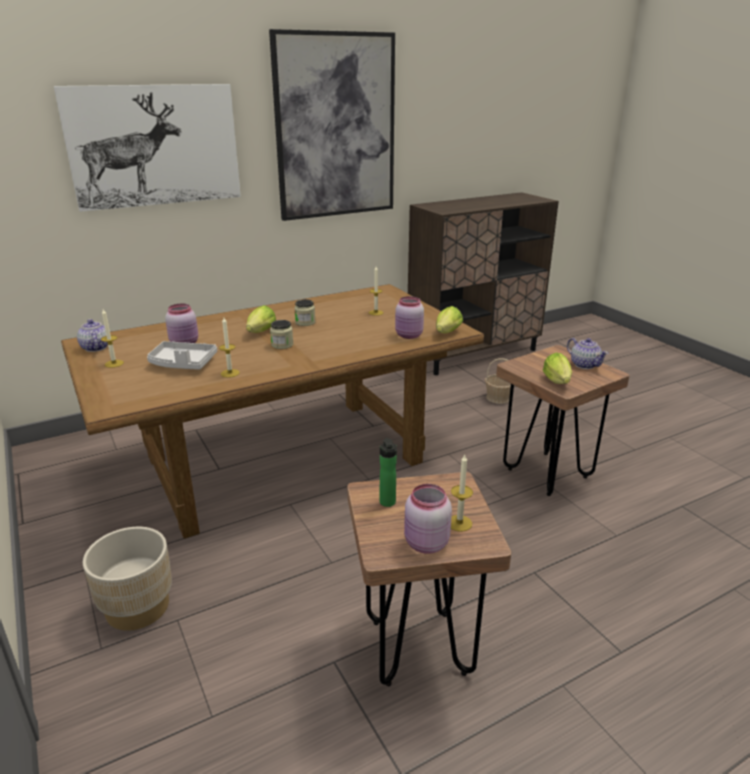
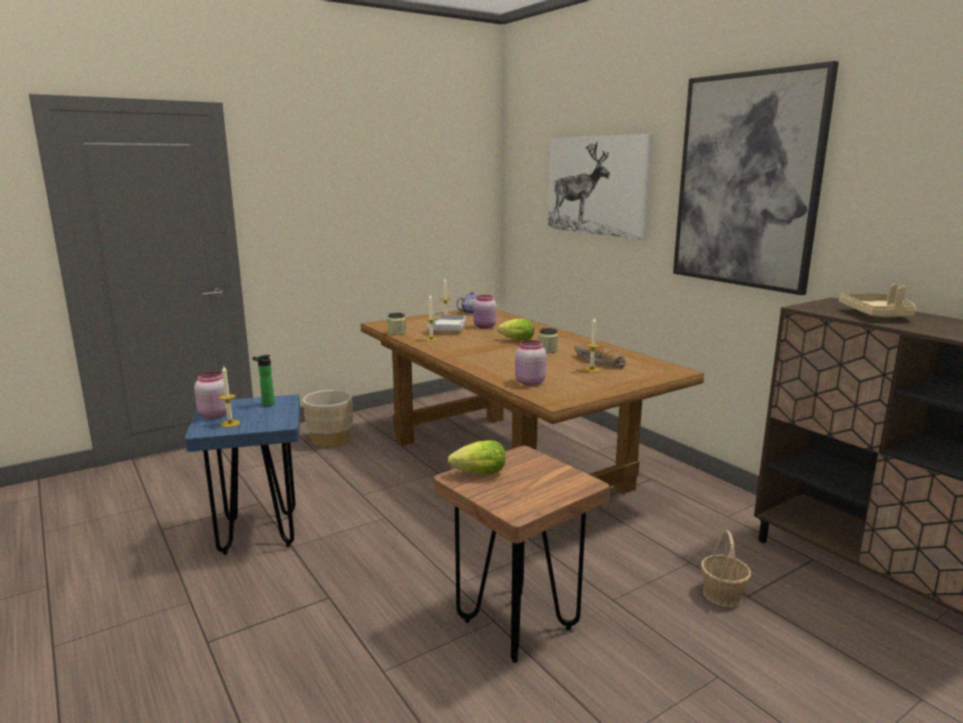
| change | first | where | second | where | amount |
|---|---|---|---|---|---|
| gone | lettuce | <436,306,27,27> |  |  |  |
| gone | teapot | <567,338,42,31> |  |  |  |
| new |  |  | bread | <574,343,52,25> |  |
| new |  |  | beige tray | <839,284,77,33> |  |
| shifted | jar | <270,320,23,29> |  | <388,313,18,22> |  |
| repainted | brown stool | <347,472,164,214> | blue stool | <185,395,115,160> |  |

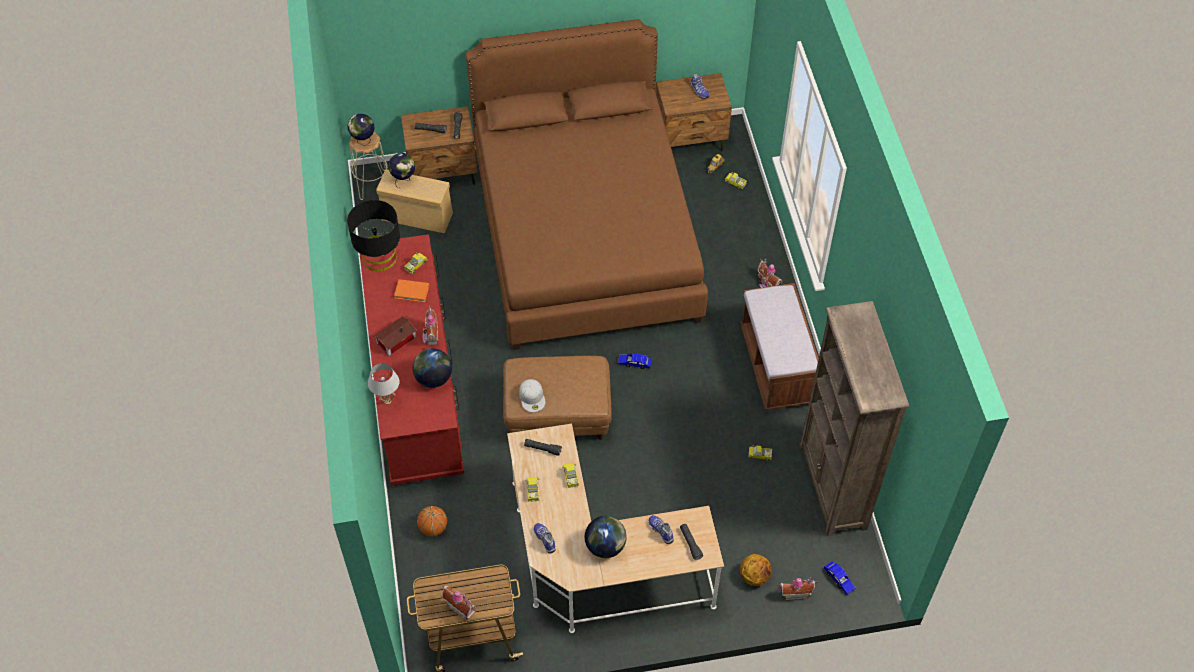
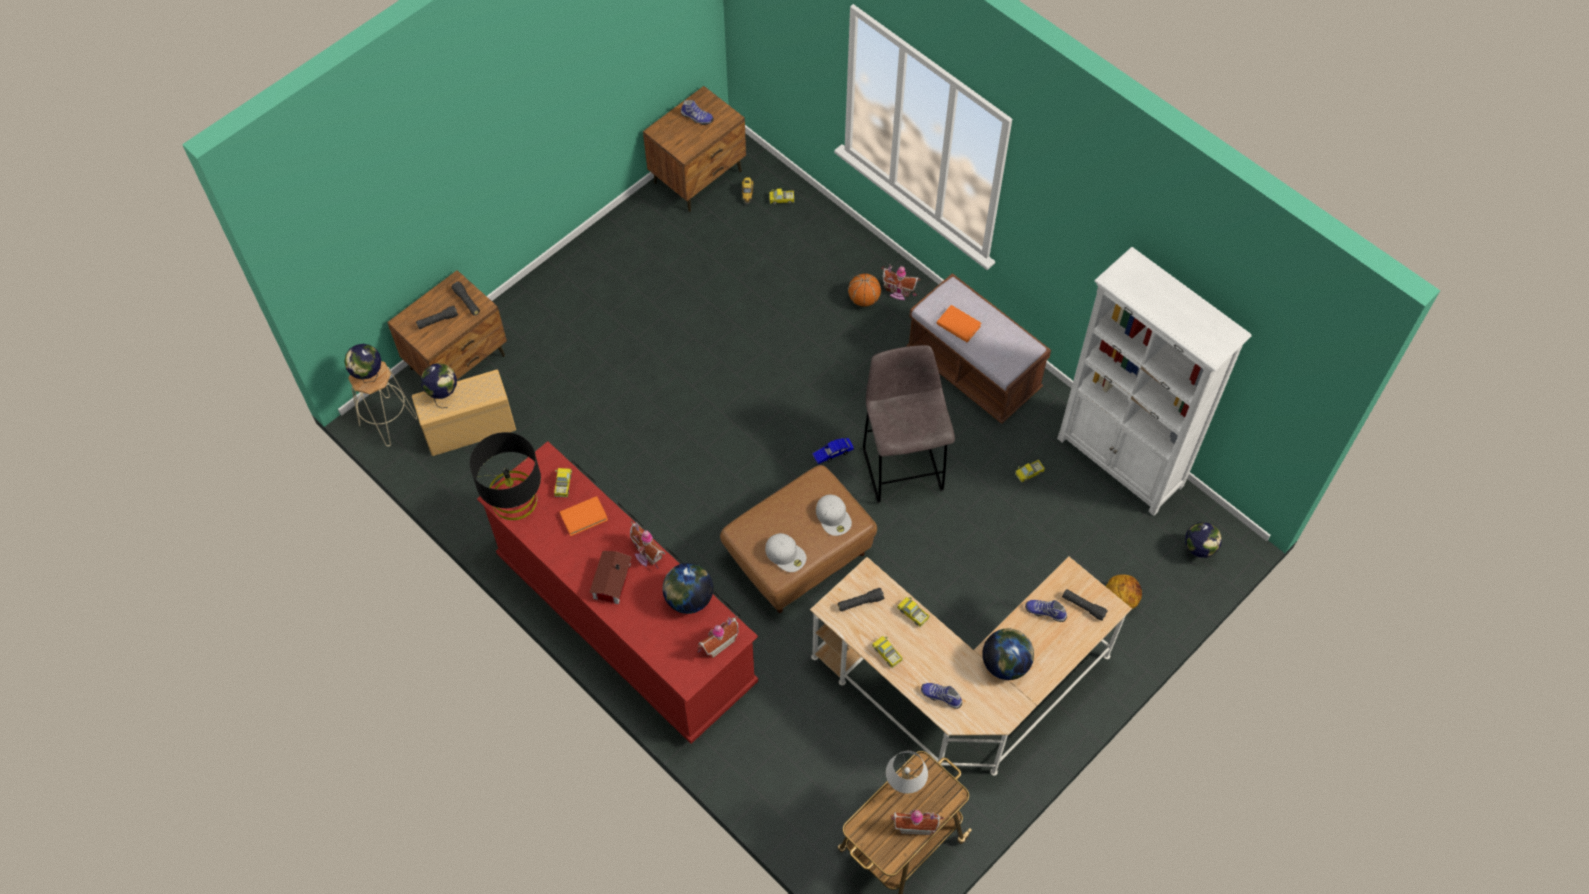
| change | first | where | second | where | amount |
|---|---|---|---|---|---|
| gone | brown bed | <466,19,242,331> |  |  |  |
| new |  |  | white cap | <816,495,36,41> |  |
| new |  |  | grey stool | <863,345,92,158> |  |
| new |  |  | orange book | <937,305,44,37> |  |
| shifted | white table lamp | <368,363,32,42> |  | <886,751,42,43> |  |
| shifted | basketball | <417,506,31,30> |  | <848,273,33,34> |  |
| shifted | toy house | <777,578,40,22> |  | <697,616,42,42> |  |
| swapped | blue toy car | <824,561,31,34> | globe | <1185,522,37,44> |  |
| repainted | brown bookcase | <800,301,109,235> | white bookcase | <1057,247,194,269> |  |

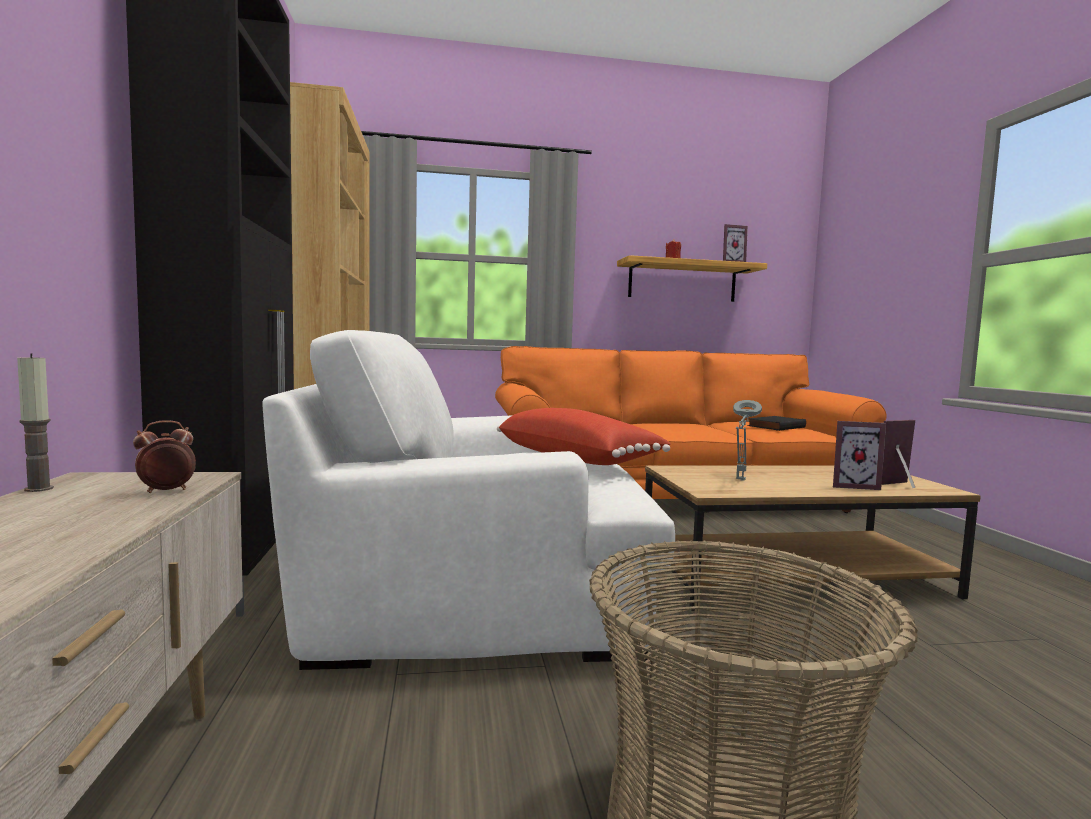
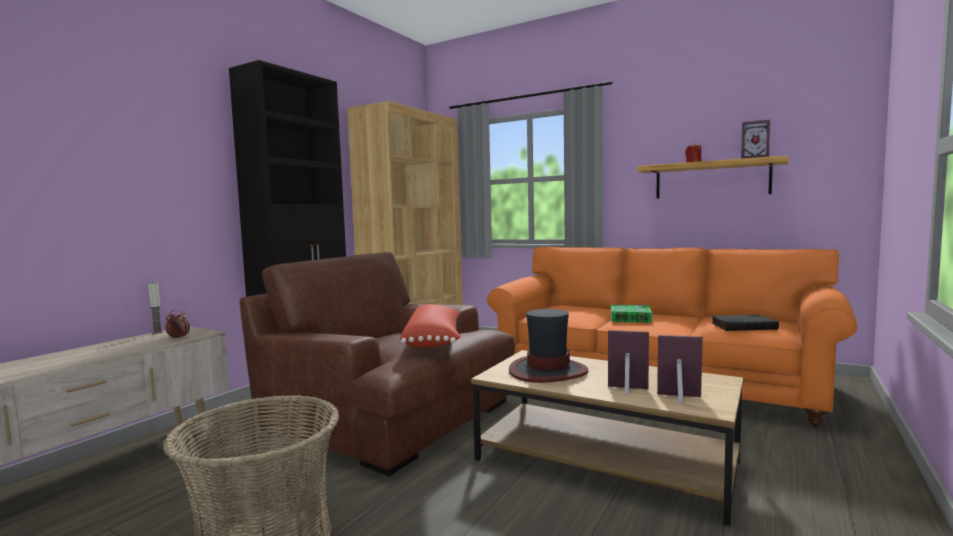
| change | first | where | second | where | amount |
|---|---|---|---|---|---|
| new |  |  | book | <611,305,41,18> |  |
| swapped | grey table lamp | <733,400,29,81> | hat | <509,309,79,74> |  |
| repainted | white armchair | <262,330,413,340> | brown armchair | <239,252,276,224> |  |
| rotated | picture frame | <833,421,53,69> |  | <608,330,41,64> | 150 degrees clockwise |

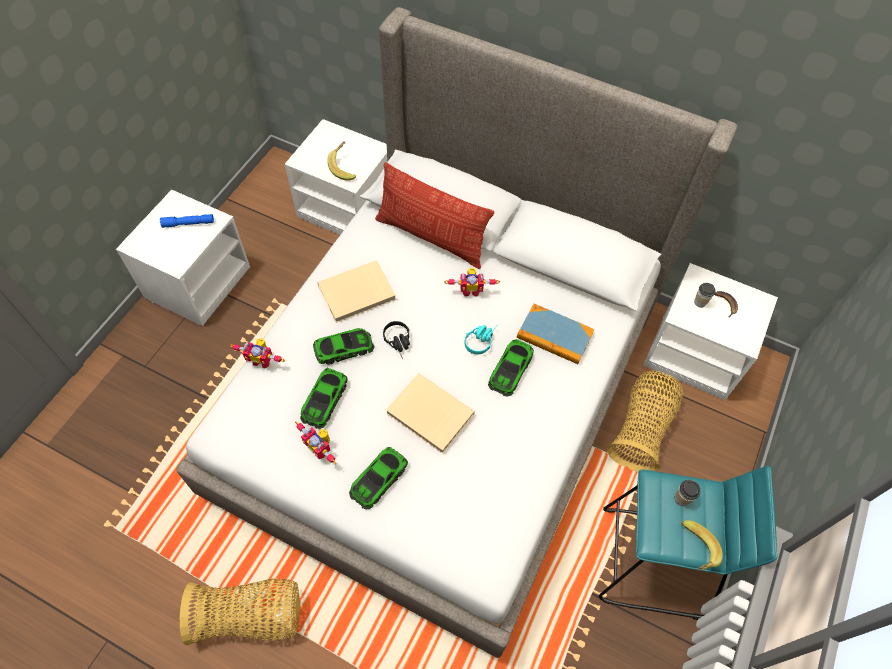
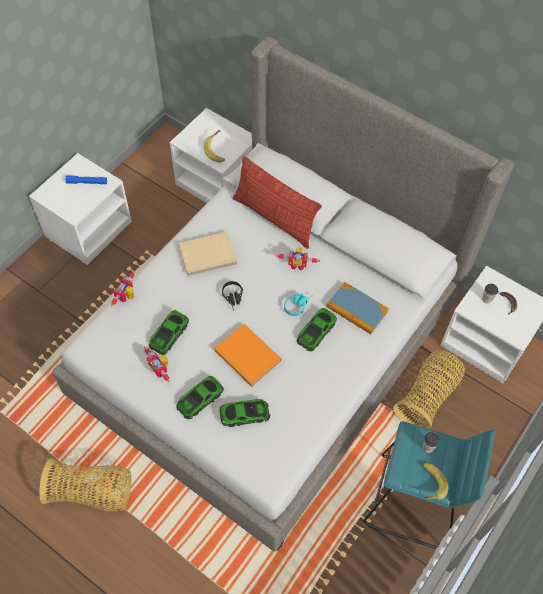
| change | first | where | second | where | amount |
|---|---|---|---|---|---|
| shifted | toy car | <313,328,61,37> |  | <220,399,50,28> |  |
| repainted | beige book | <386,373,89,81> | orange book | <214,324,68,63> |  |
| rotated | toy robot | <229,338,56,30> |  | <111,271,24,36> | 90 degrees clockwise |

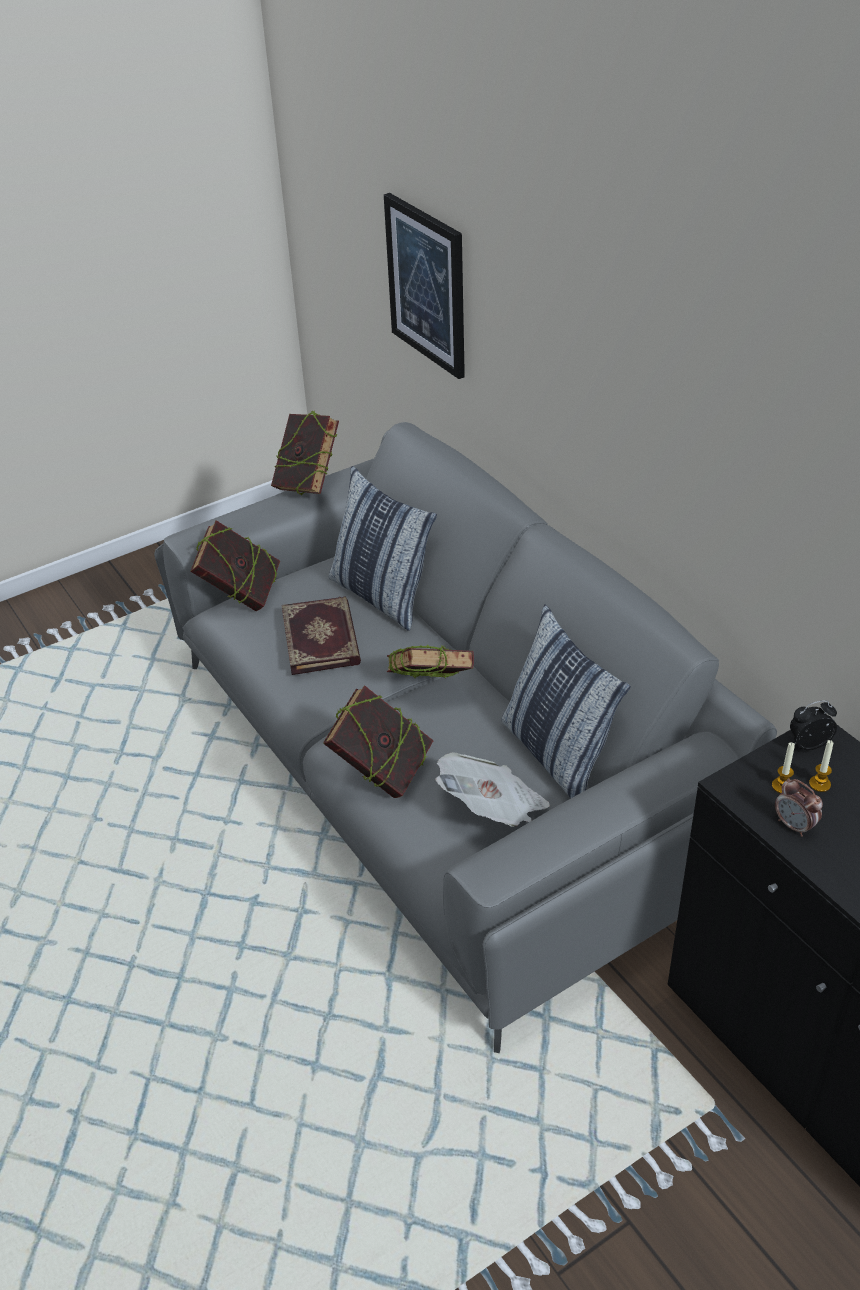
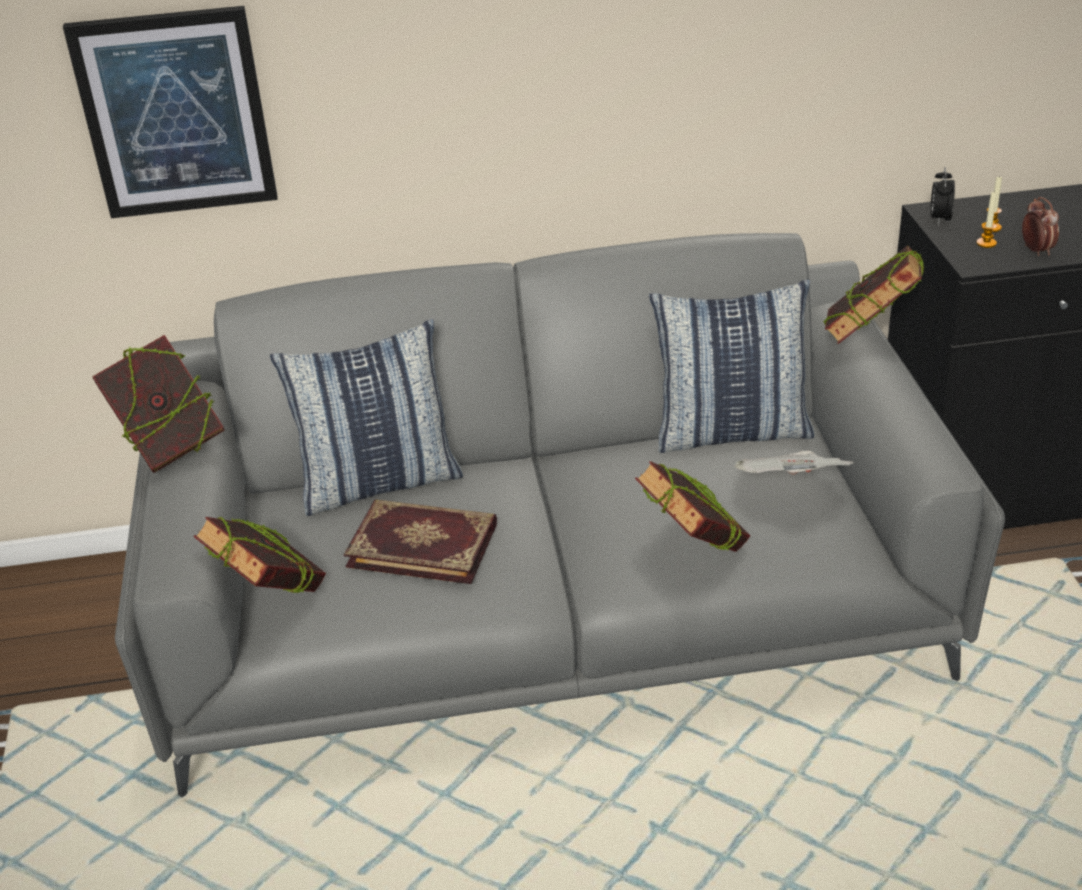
| change | first | where | second | where | amount |
|---|---|---|---|---|---|
| shifted | book | <387,645,87,33> |  | <823,245,101,99> |  |
| rotated | alarm clock | <775,778,48,59> |  | <1022,197,37,59> | 90 degrees counterclockwise |

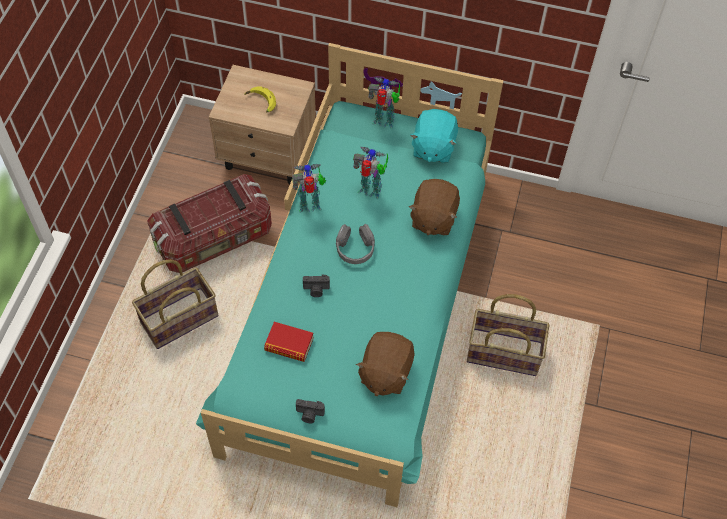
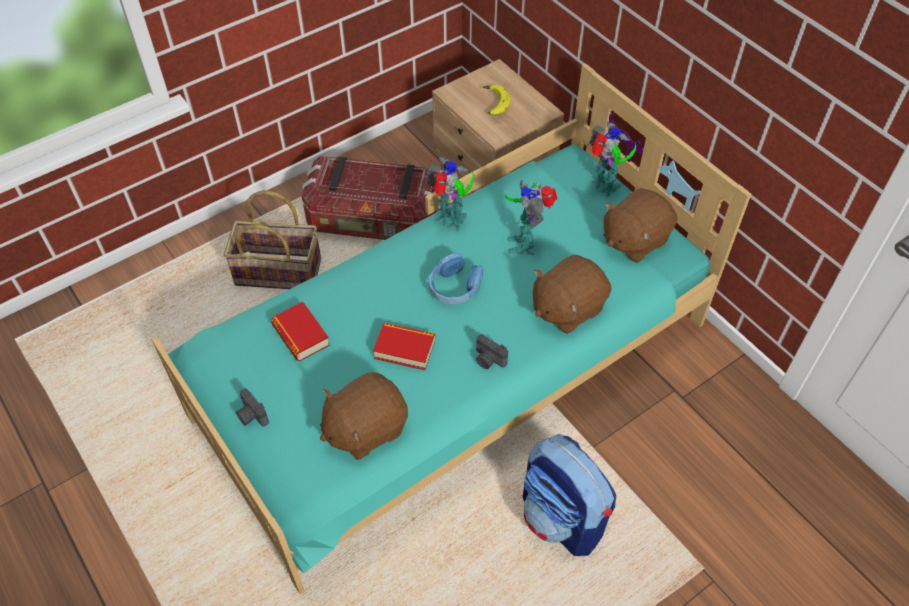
| change | first | where | second | where | amount |
|---|---|---|---|---|---|
| new |  |  | book | <373,323,62,47> |  |
| shifted | photo camera | <303,275,27,22> |  | <476,334,32,35> |  |
| swapped | basket | <467,294,83,82> | backpack | <523,434,93,122> |  |
| repainted | grey headphones | <336,224,39,40> | blue headphones | <429,252,54,52> |  |
| repainted | turquoise plush toy | <410,109,48,54> | brown plush toy | <603,188,74,75> |  |
| rotated | toy robot | <353,147,35,52> |  | <505,180,52,75> | 150 degrees counterclockwise |

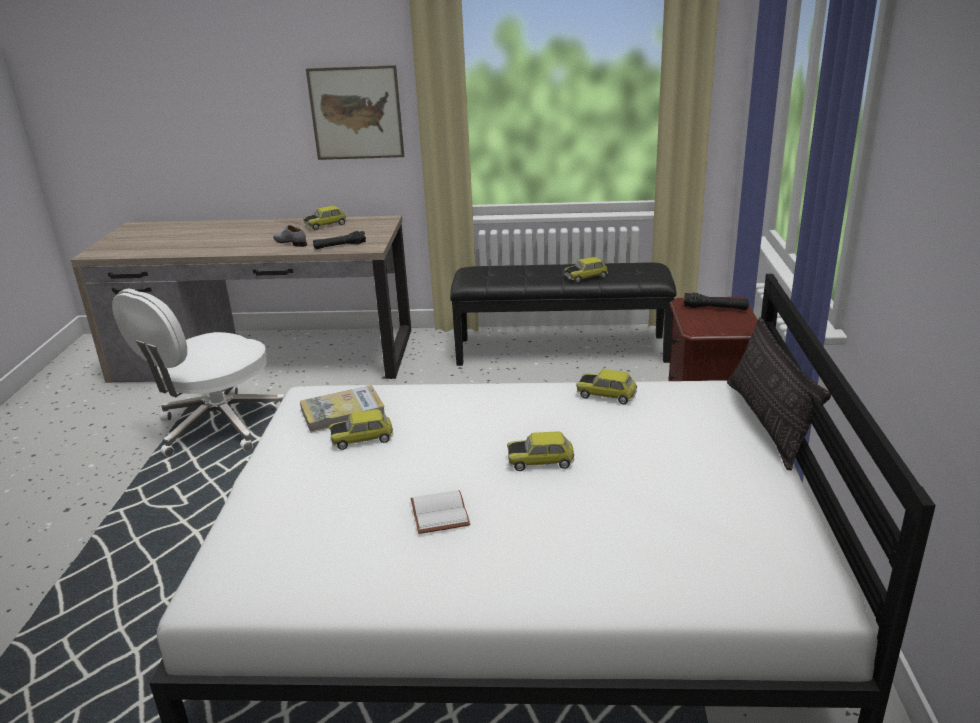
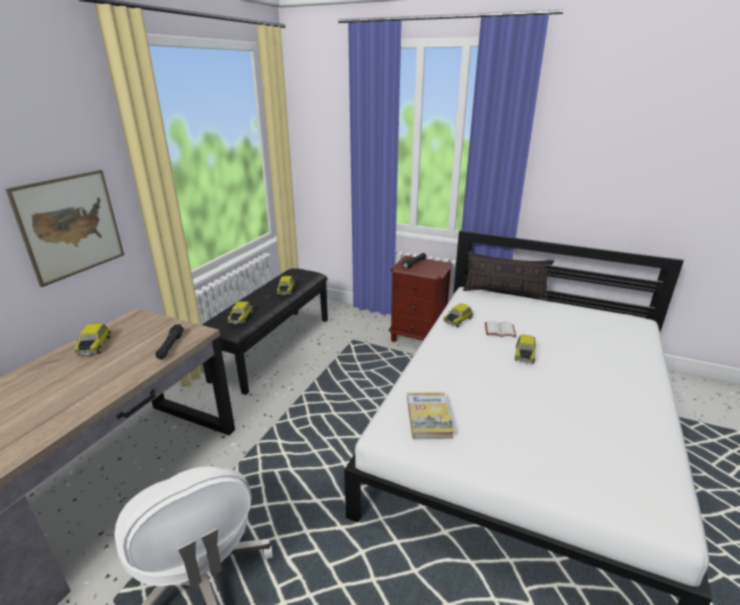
| change | first | where | second | where | amount |
|---|---|---|---|---|---|
| gone | grey shoe | <273,225,34,22> |  |  |  |
| shifted | toy car | <329,409,64,41> |  | <228,301,25,23> |  |
| shifted | white book | <411,490,59,44> |  | <485,321,31,16> |  |

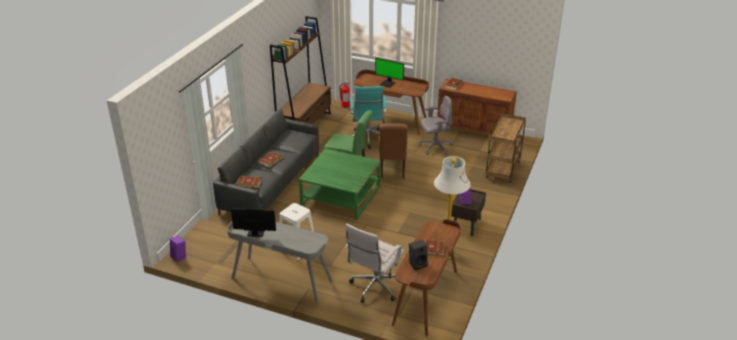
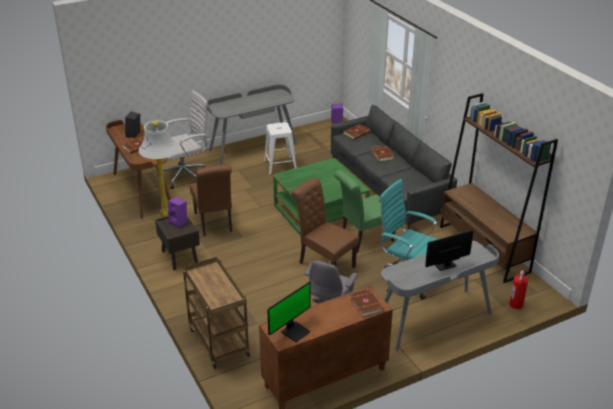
| change | first | where | second | where | amount |
|---|---|---|---|---|---|
| new |  |  | brown chair | <190,165,42,71> |  |
| shifted | monitor | <231,208,45,29> |  | <267,282,44,60> |  |
| repainted | brown desk | <353,69,76,66> | grey desk | <381,240,118,111> |  |
| rotated | white office chair | <345,223,59,80> |  | <158,90,51,99> | 75 degrees clockwise |

